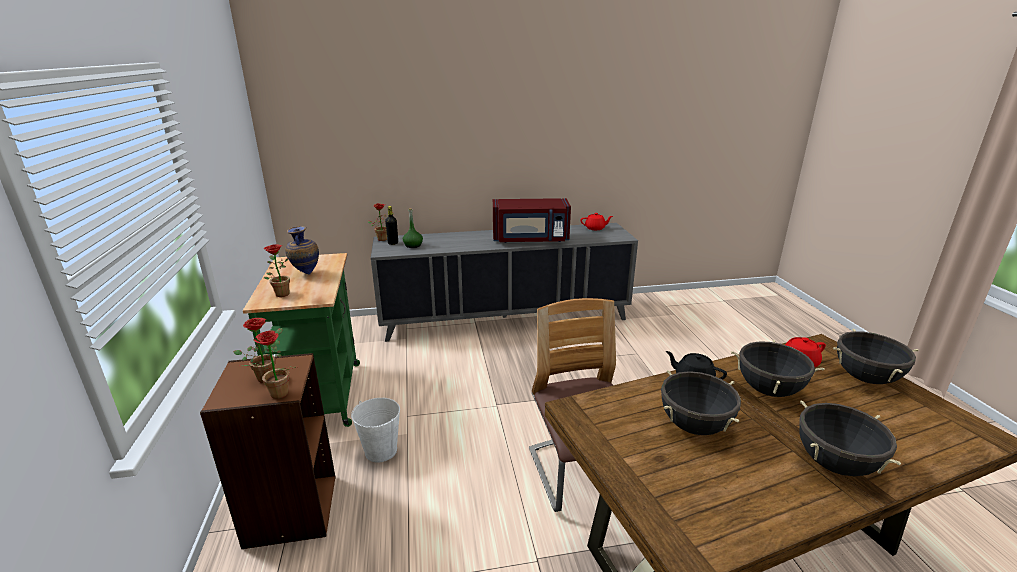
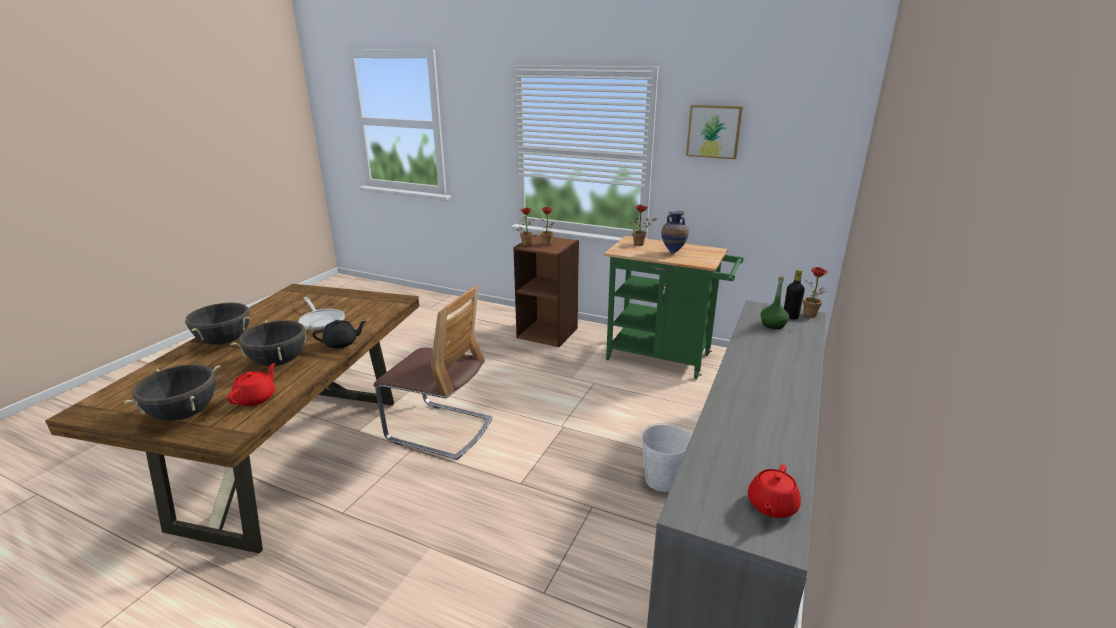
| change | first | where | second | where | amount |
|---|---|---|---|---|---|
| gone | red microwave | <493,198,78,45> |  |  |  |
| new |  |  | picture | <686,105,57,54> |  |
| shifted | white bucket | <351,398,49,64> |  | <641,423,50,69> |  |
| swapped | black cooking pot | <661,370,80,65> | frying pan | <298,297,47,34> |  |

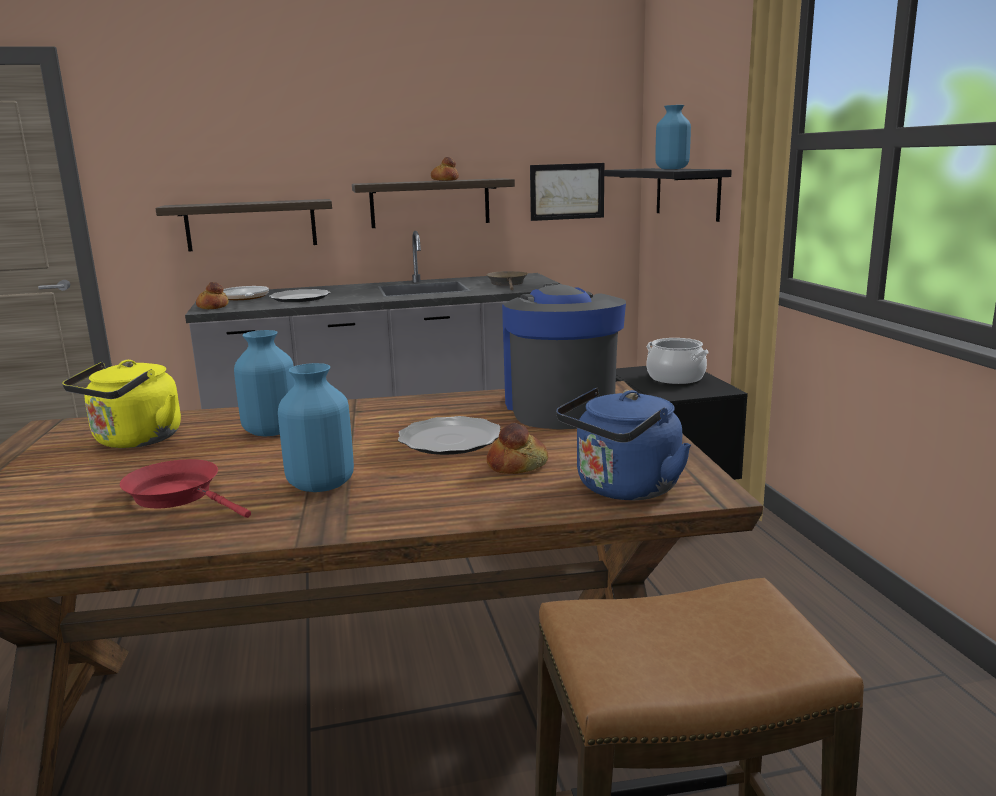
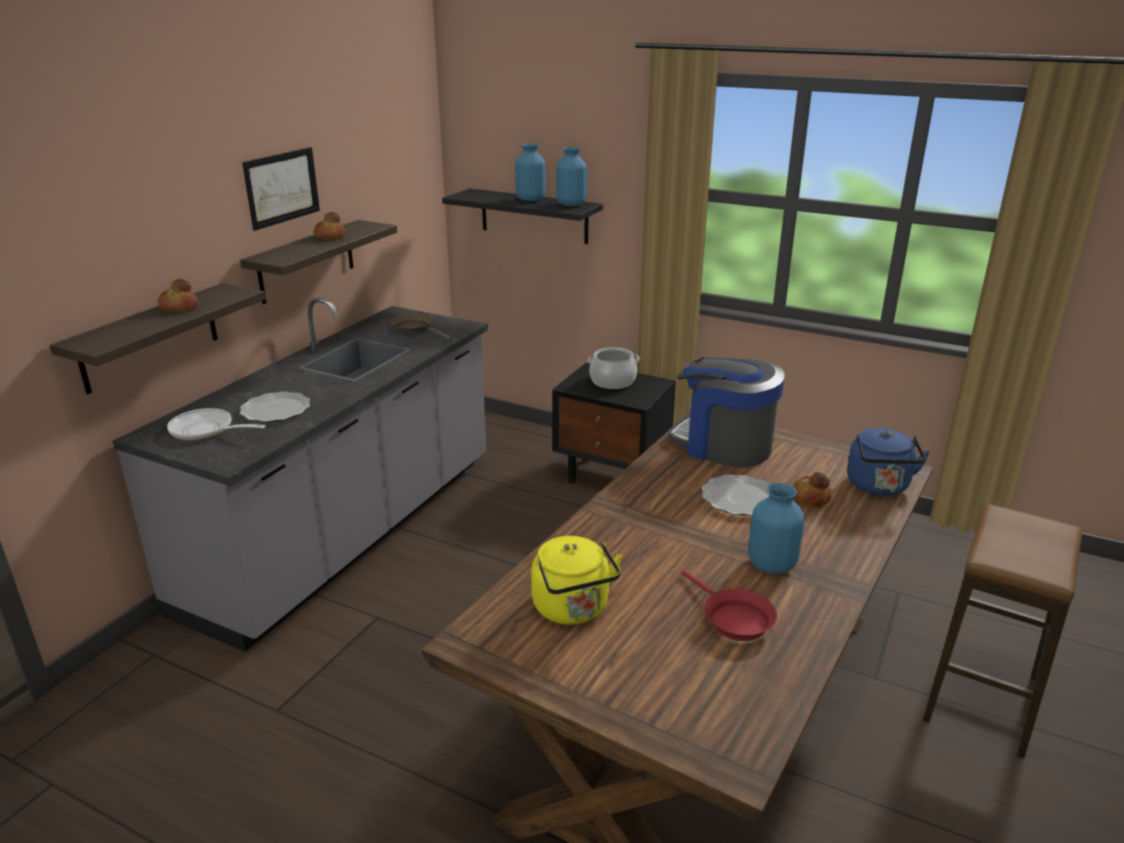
| change | first | where | second | where | amount |
|---|---|---|---|---|---|
| shifted | bread | <196,282,33,27> |  | <158,279,40,33> |  |
| shifted | blue vase | <234,330,61,106> |  | <556,147,31,59> |  |
| shifted | picture | <530,163,74,58> |  | <242,147,78,84> |  |
| rotated | red frying pan | <120,459,131,59> |  | <682,570,95,71> | 105 degrees counterclockwise |

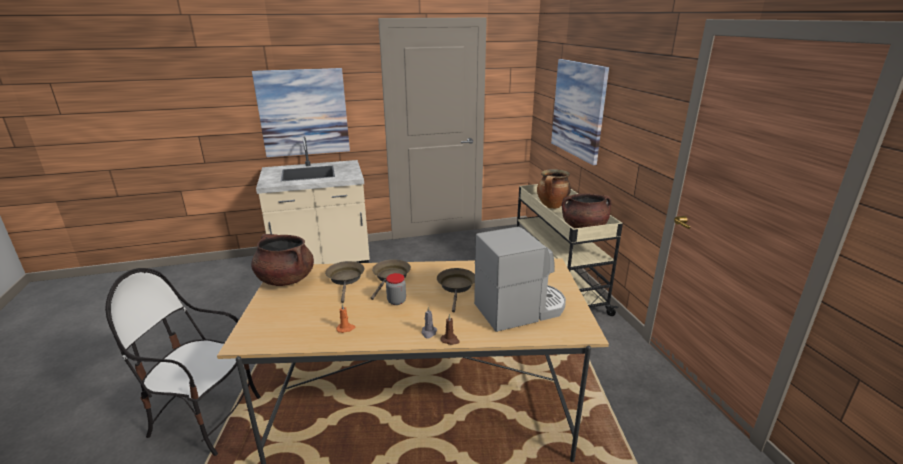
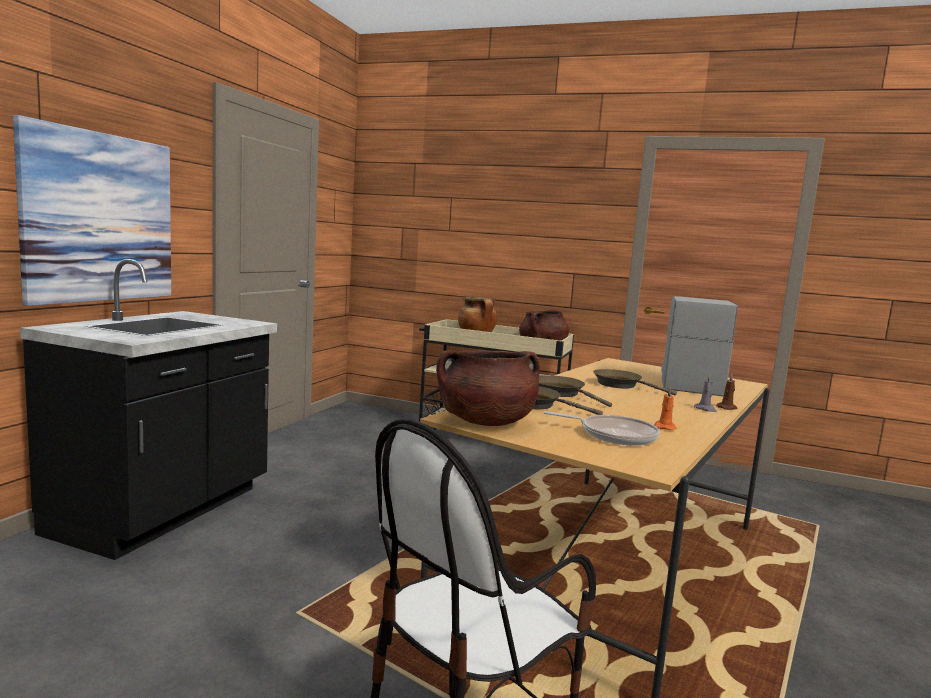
| change | first | where | second | where | amount |
|---|---|---|---|---|---|
| gone | jar | <386,273,20,32> |  |  |  |
| gone | picture | <551,59,58,106> |  |  |  |
| new |  |  | frying pan | <544,411,116,35> |  |
| repainted | beige counter | <256,137,114,127> | black counter | <20,259,257,301> |  |

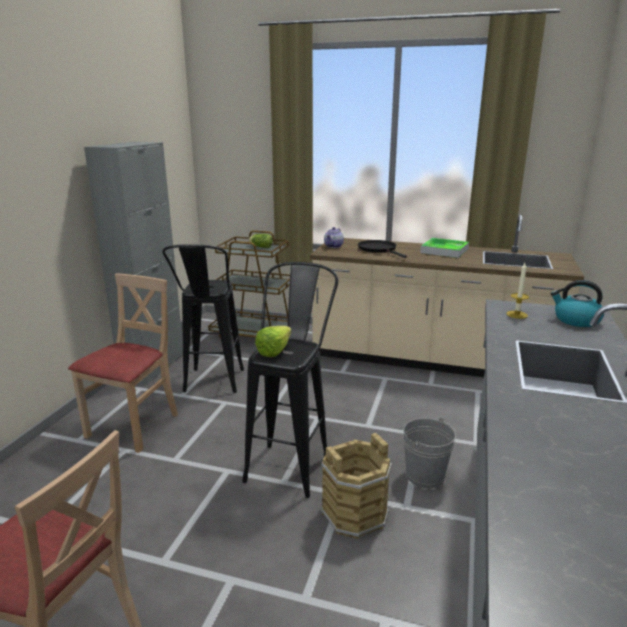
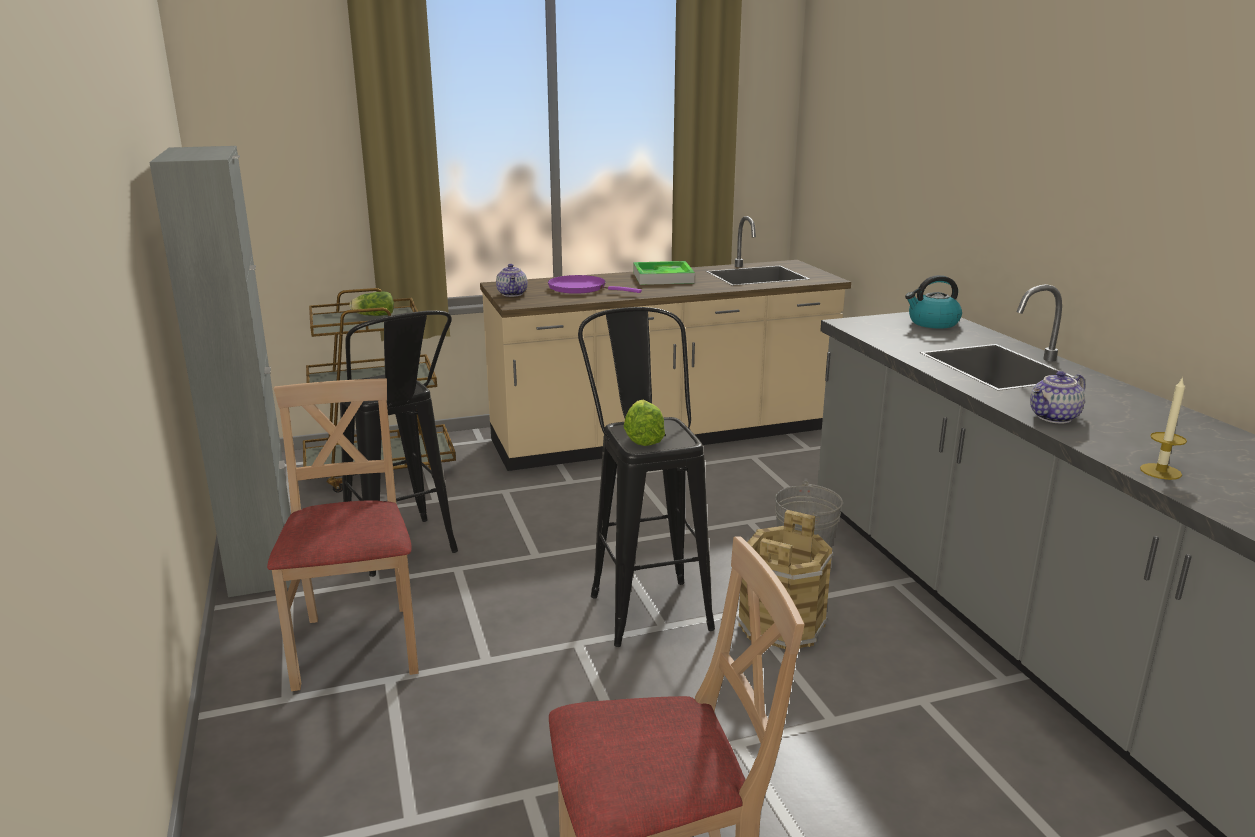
| change | first | where | second | where | amount |
|---|---|---|---|---|---|
| new |  |  | teapot | <1030,371,55,52> |  |
| shifted | candle | <506,263,23,56> |  | <1140,377,47,103> |  |
| repainted | black frying pan | <358,240,49,18> | purple frying pan | <548,275,94,19> |  |

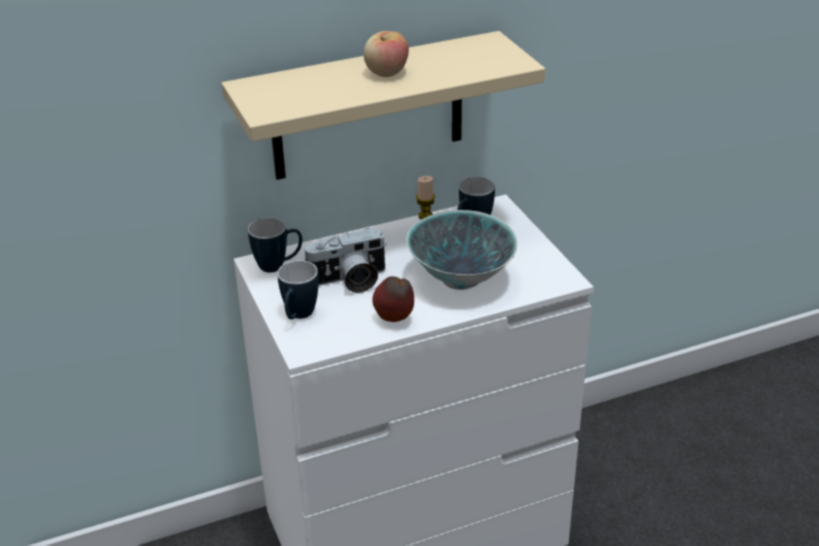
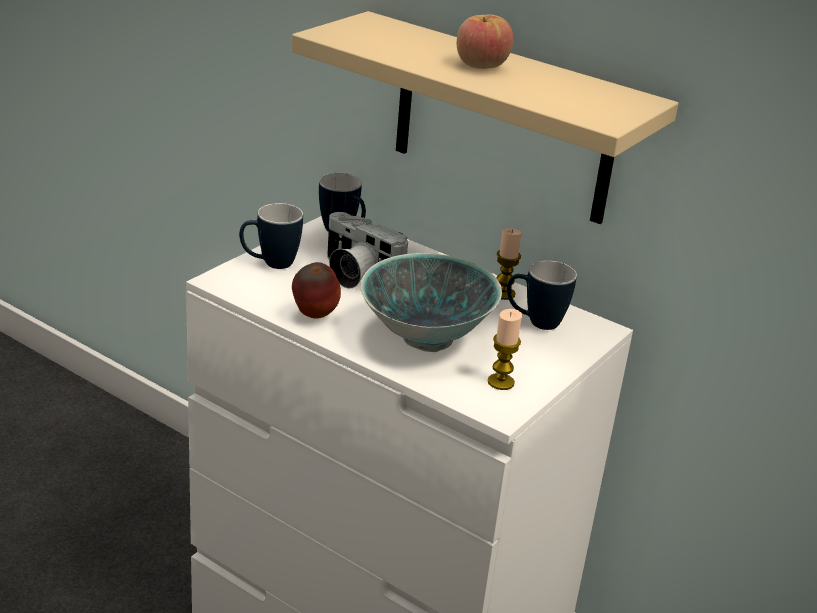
| change | first | where | second | where | amount |
|---|---|---|---|---|---|
| new |  |  | candle | <488,309,34,81> |  |

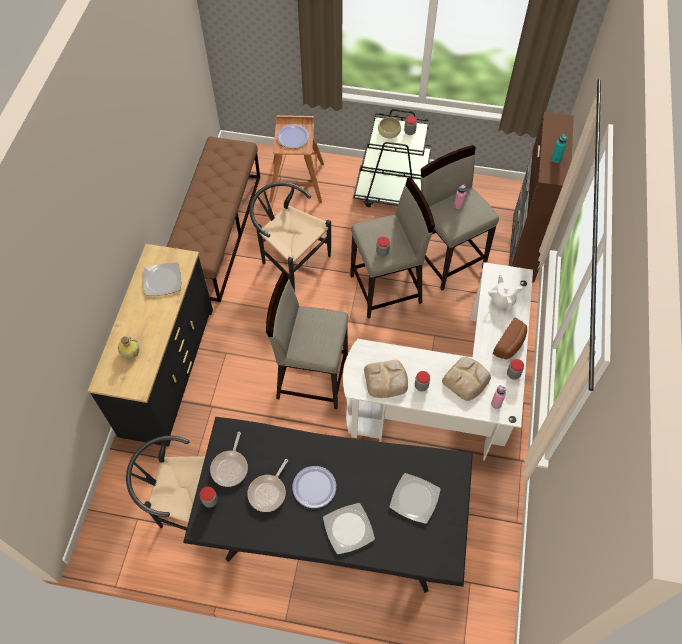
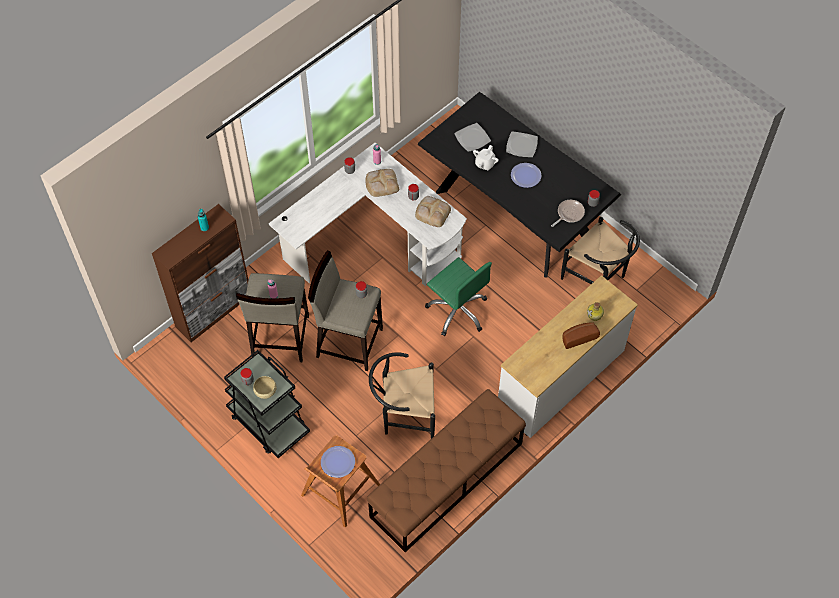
| change | first | where | second | where | amount |
|---|---|---|---|---|---|
| gone | plate | <143,263,38,33> |  |  |  |
| gone | frying pan | <247,459,41,53> |  |  |  |
| shifted | white teapot | <488,275,35,34> |  | <473,145,26,25> |  |
| shifted | bread | <493,317,34,43> |  | <562,322,38,27> |  |
| swapped | beige stool | <266,272,83,137> | green office chair | <425,257,67,79> |  |
| repainted | black dresser | <88,244,125,203> | white dresser | <498,275,140,163> |  |
| rotated | black chair | <250,182,81,110> |  | <369,352,66,87> | 105 degrees clockwise |

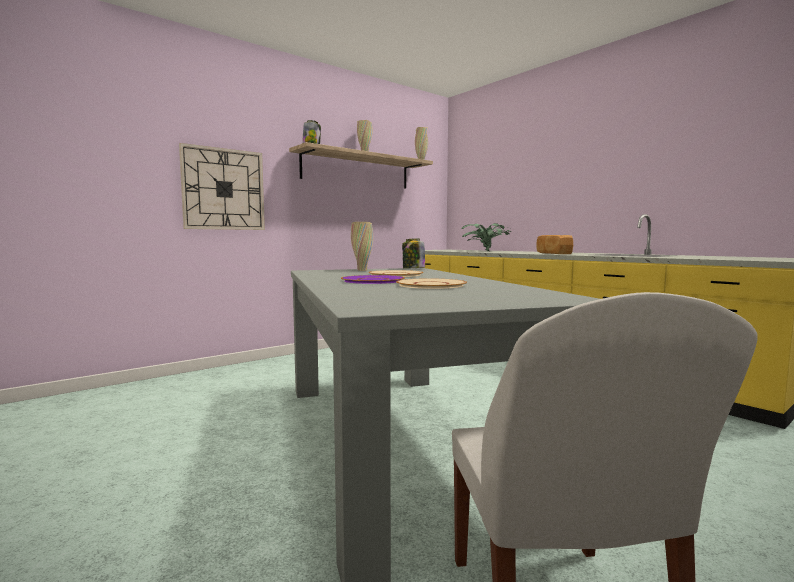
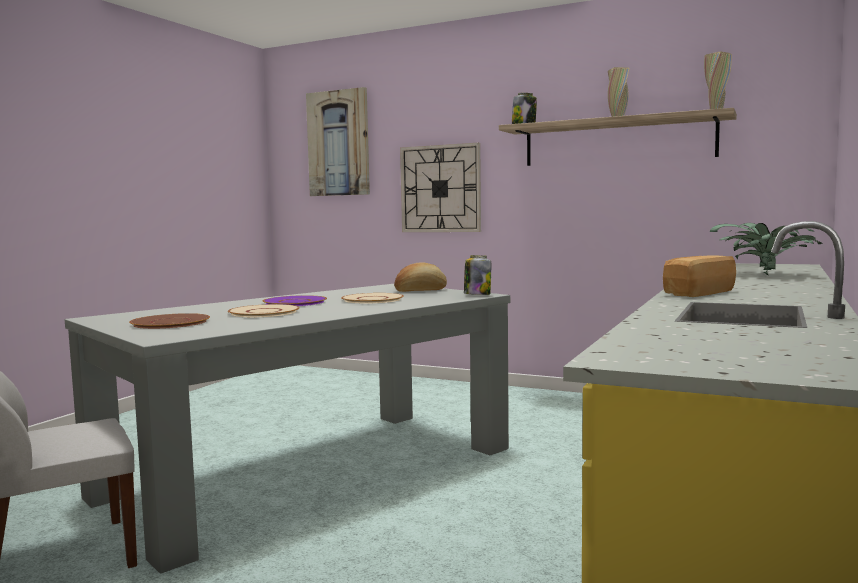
| change | first | where | second | where | amount |
|---|---|---|---|---|---|
| new |  |  | brown plate | <129,313,81,16> |  |
| new |  |  | picture | <306,87,64,109> |  |
| swapped | beige vase | <351,222,22,49> | bread | <394,262,53,30> |  |

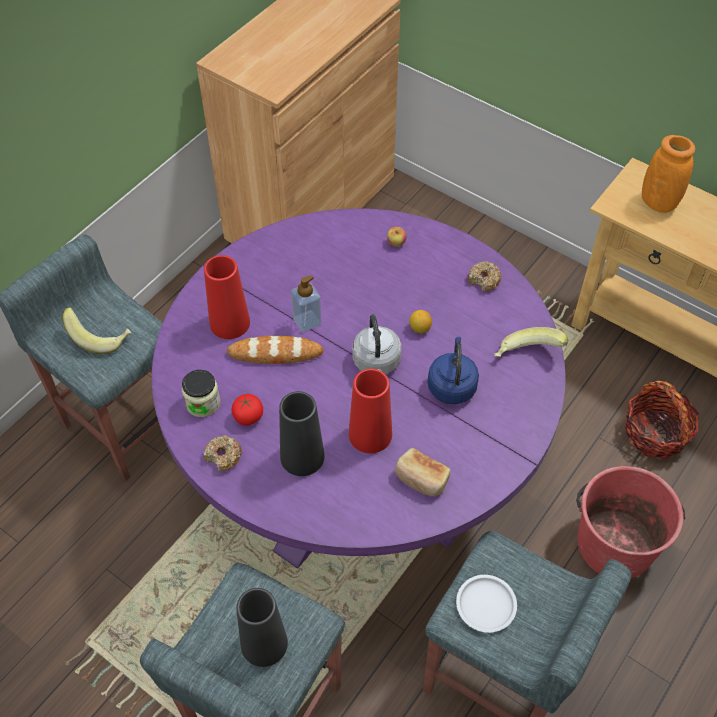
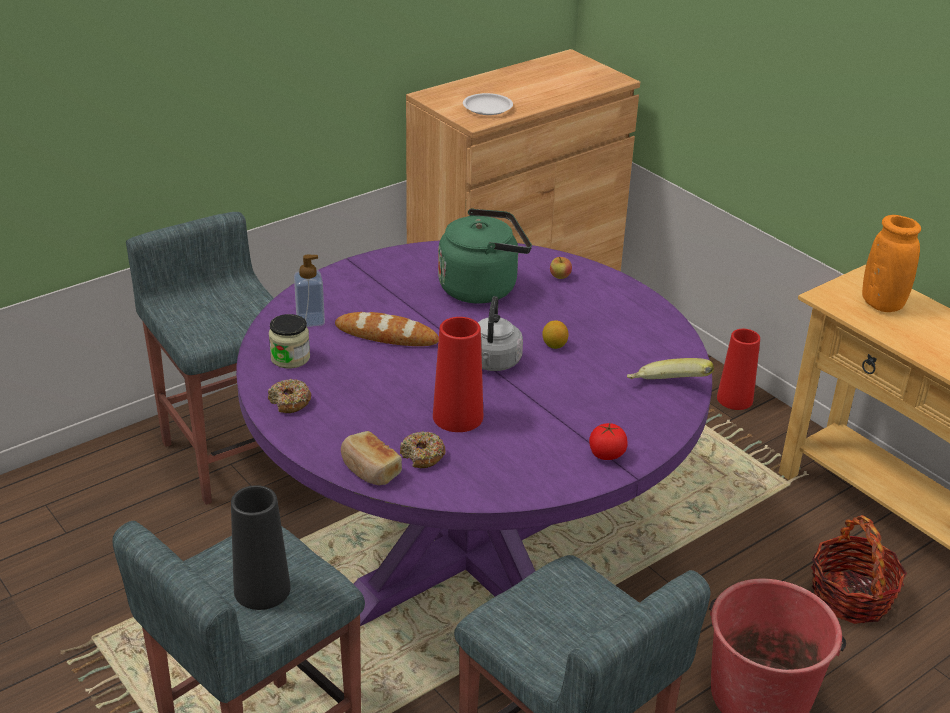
| change | first | where | second | where | amount |
|---|---|---|---|---|---|
| gone | banana | <62,308,69,46> |  |  |  |
| gone | black vase | <279,391,46,85> |  |  |  |
| gone | blue kettle | <428,337,51,67> |  |  |  |
| new |  |  | green kettle | <438,209,94,95> |  |
| shifted | red vase | <204,255,46,84> |  | <717,329,43,81> |  |
| shifted | tomato | <231,394,32,32> |  | <589,423,39,37> |  |
| shifted | soap dispenser | <291,275,31,57> |  | <294,255,31,72> |  |
| shifted | bread | <395,448,56,48> |  | <341,431,61,54> |  |
| shifted | white plate | <456,575,61,58> |  | <463,93,50,22> |  |
| shifted | donut | <468,261,34,30> |  | <400,431,46,37> |  |

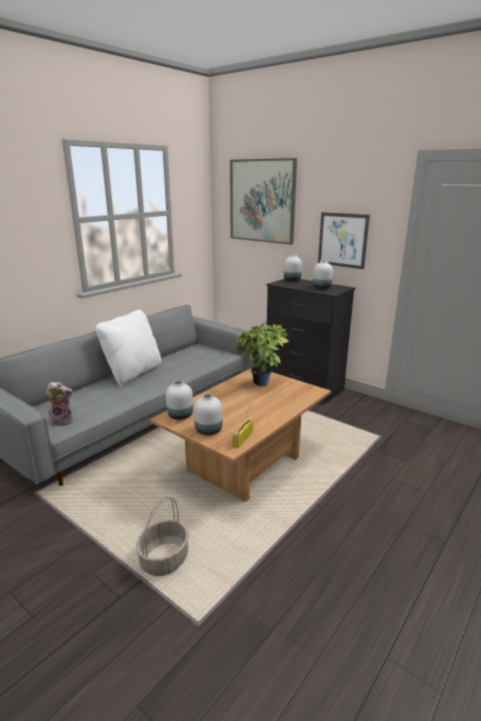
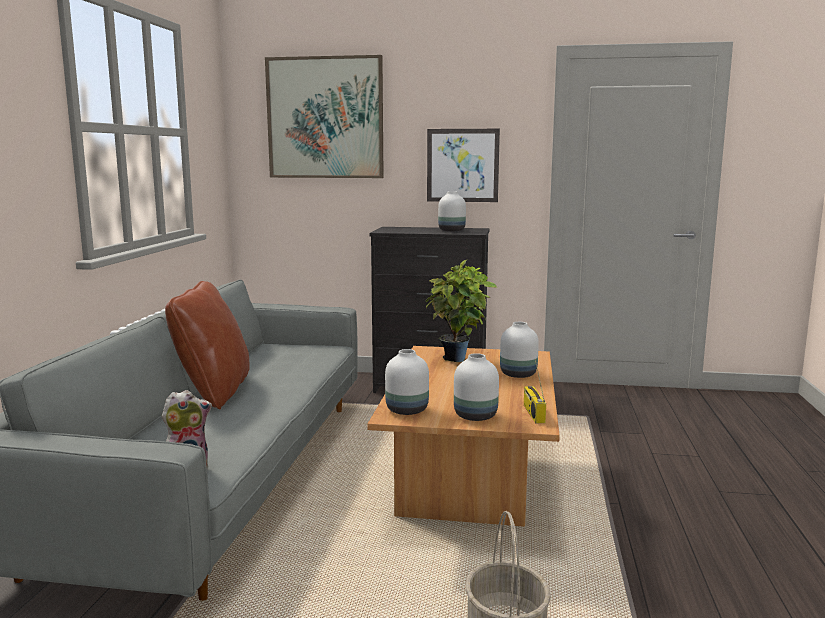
| change | first | where | second | where | amount |
|---|---|---|---|---|---|
| shifted | white vase | <284,254,18,27> |  | <500,322,39,56> |  |
| repainted | white pillow | <96,310,65,76> | brown pillow | <165,281,85,128> |  |

